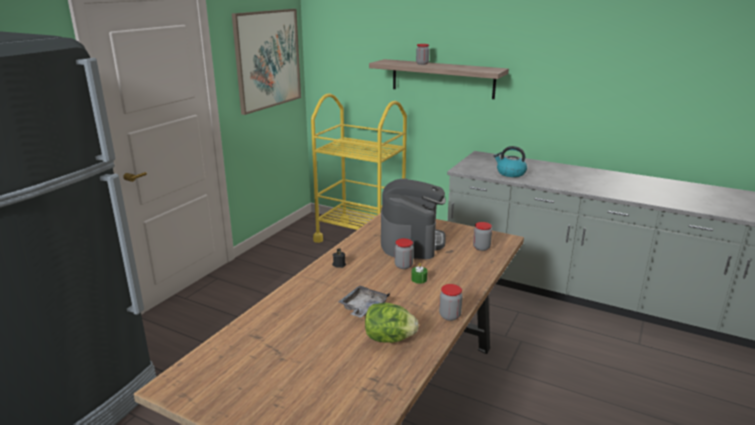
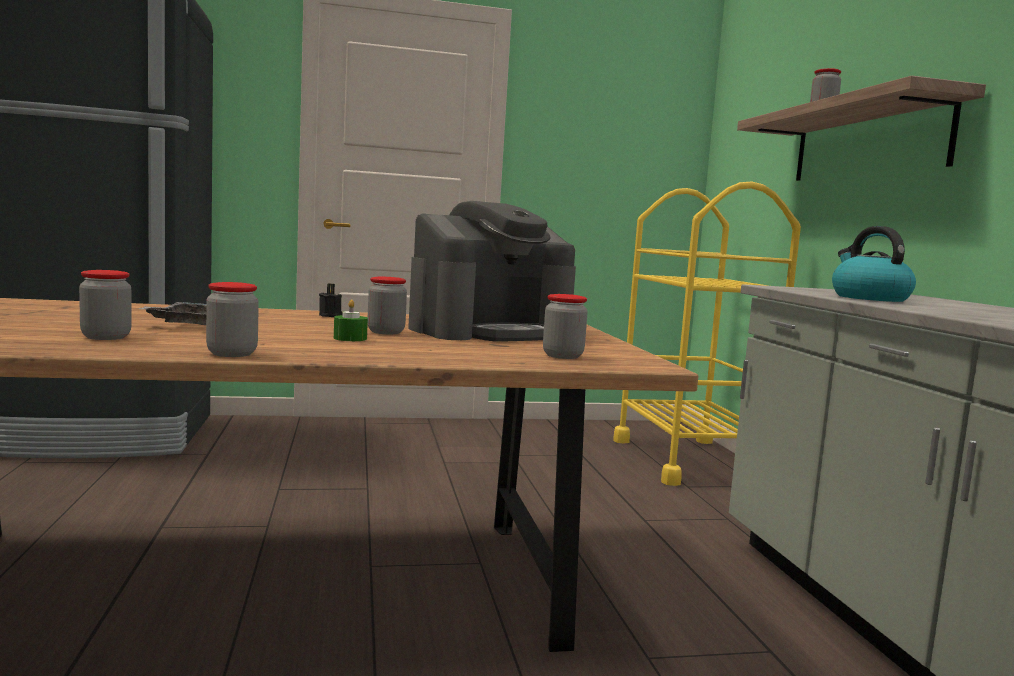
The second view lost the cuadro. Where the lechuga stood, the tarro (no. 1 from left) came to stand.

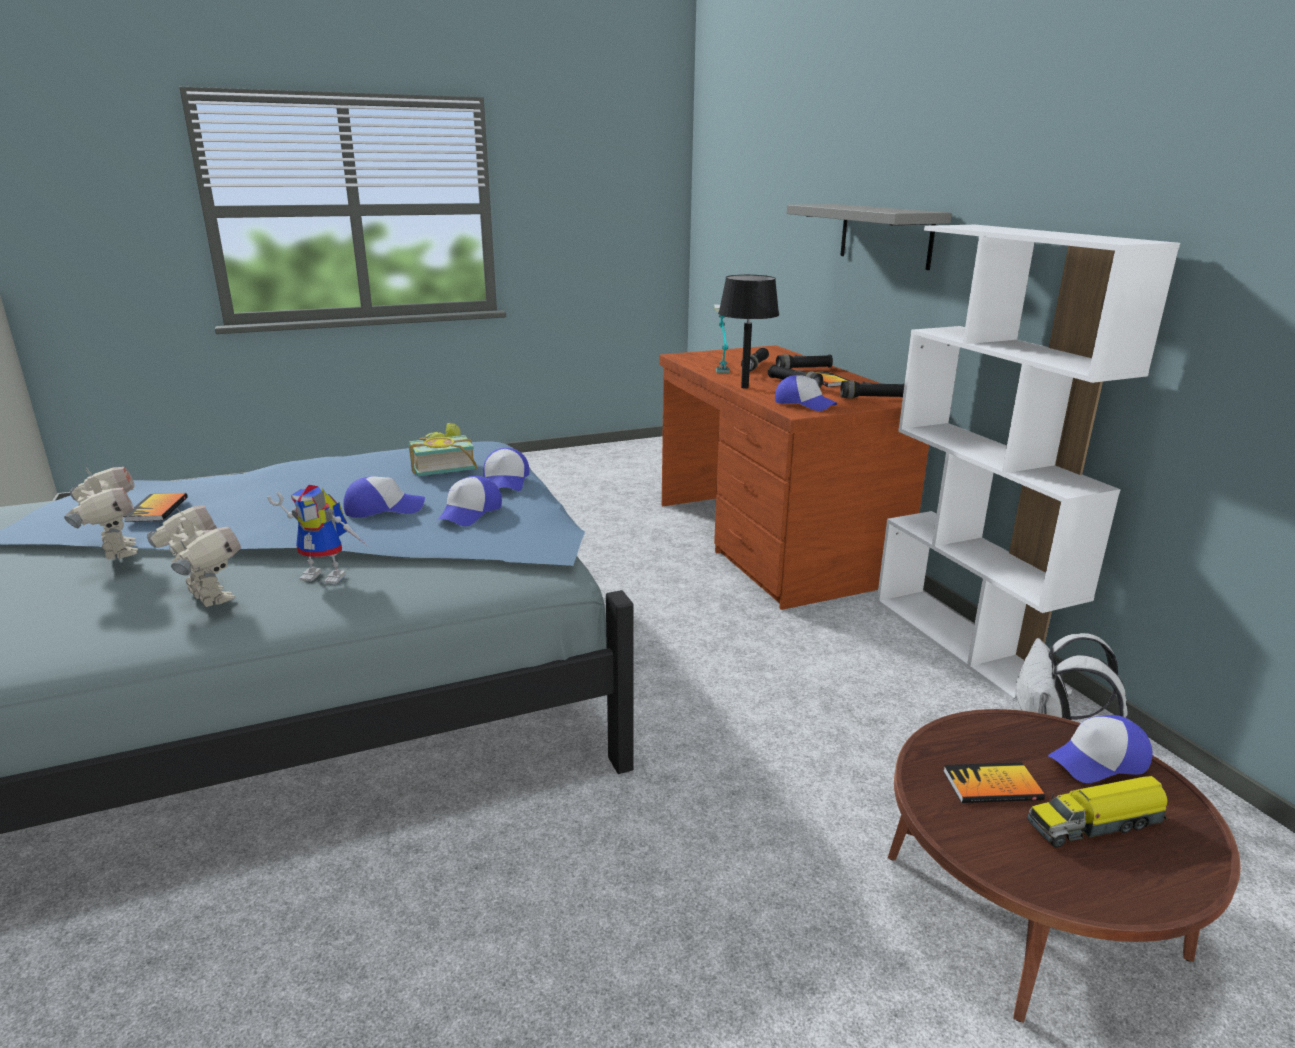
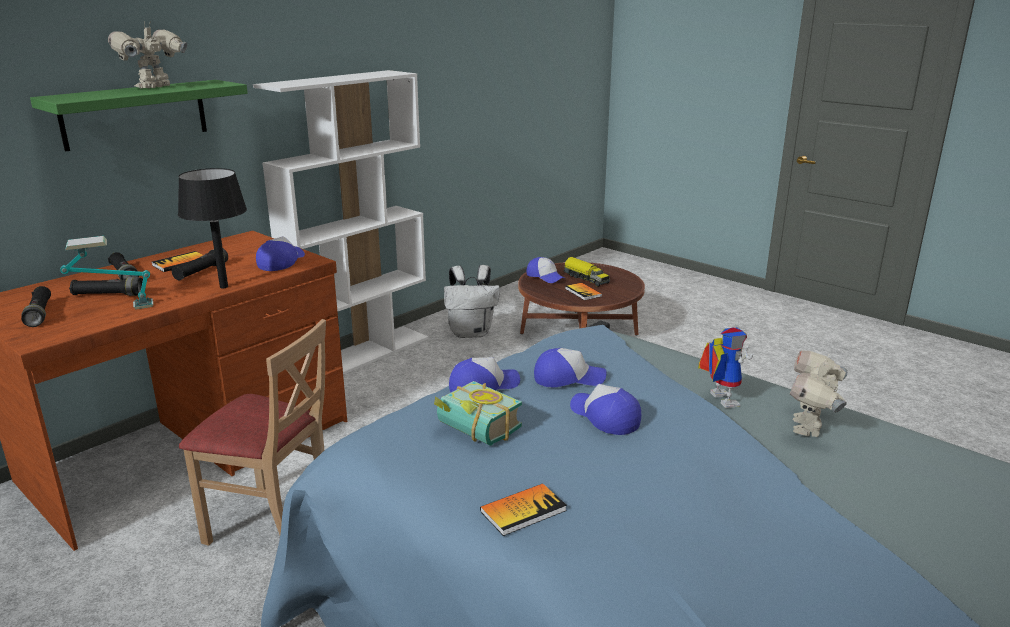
The second view gained the silla (beis). The robot de juguete (no. 1 from left) ended up elsewhere. The libro (no. 1 from left in the first image) ended up elsewhere. The linterna (negro) (no. 4 from left in the first image) ended up elsewhere. What was the estante (gris) turned into the estante (verde).

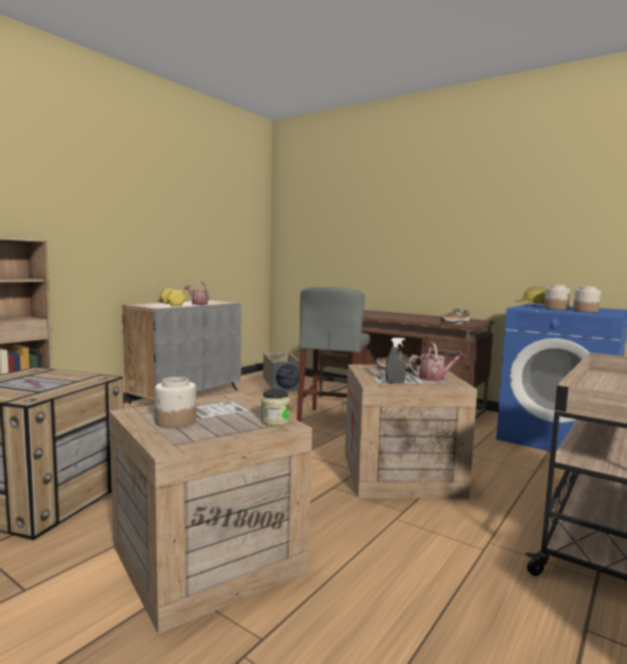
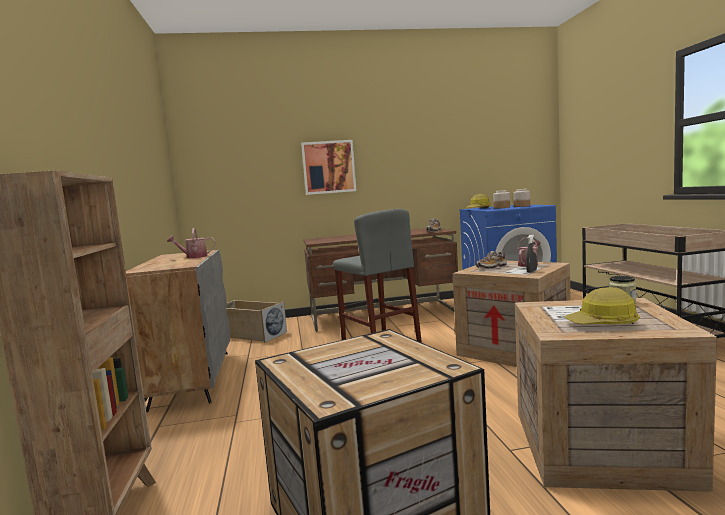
The second view lost the mancuerna (amarillo). The second view gained the cuadro. Where the tarro (no. 1 from left) stood, the casco (no. 2 from left) came to stand.

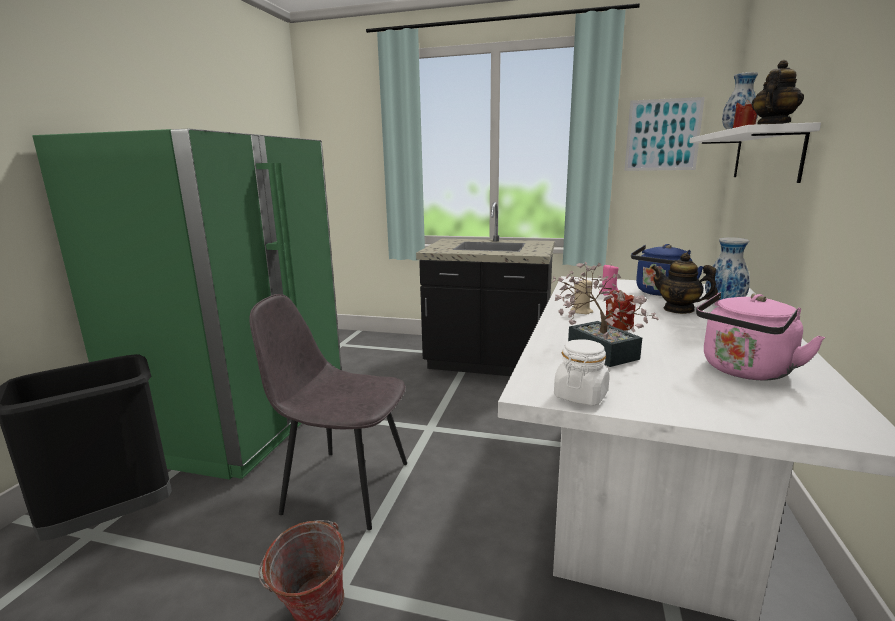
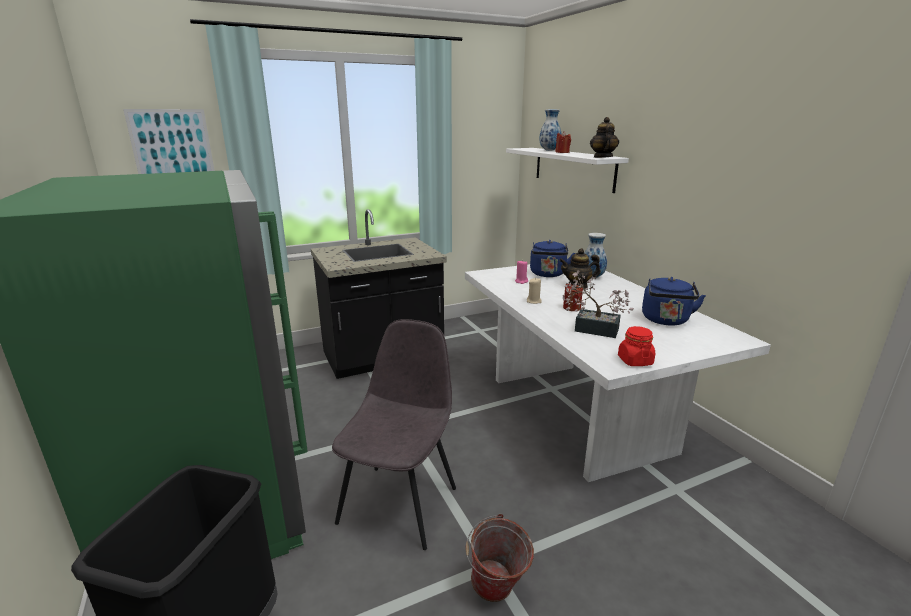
The cuadro ended up elsewhere. What was the tarro (blanco) turned into the tarro (rojo). What was the hervidor (rosa) turned into the hervidor (azul) (no. 2 from left). The silla (gris) ended up facing another way, 135 degrees clockwise from before.

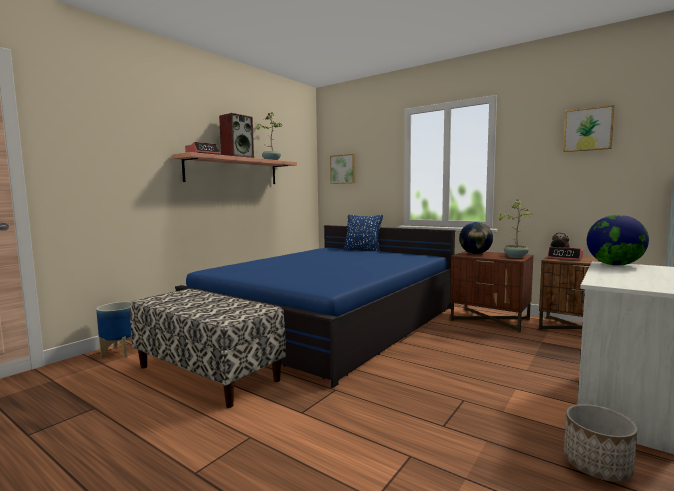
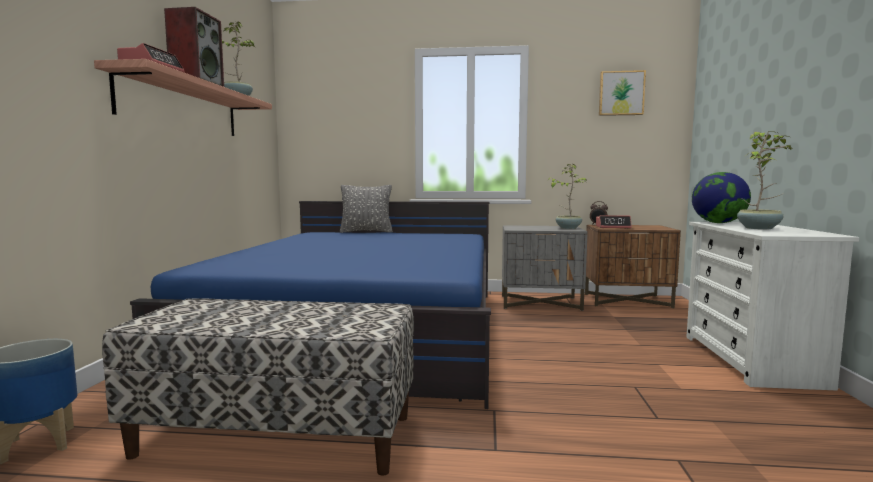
The second view lost the cuadro (no. 1 from left). The second view lost the globo terráqueo (no. 1 from left). The second view lost the maceta (no. 2 from left). The second view gained the planta en maceta (no. 3 from left). What was the cojín (azul) turned into the cojín (gris). What was the mesita de noche (marrón) (no. 1 from left) turned into the mesita de noche (gris).

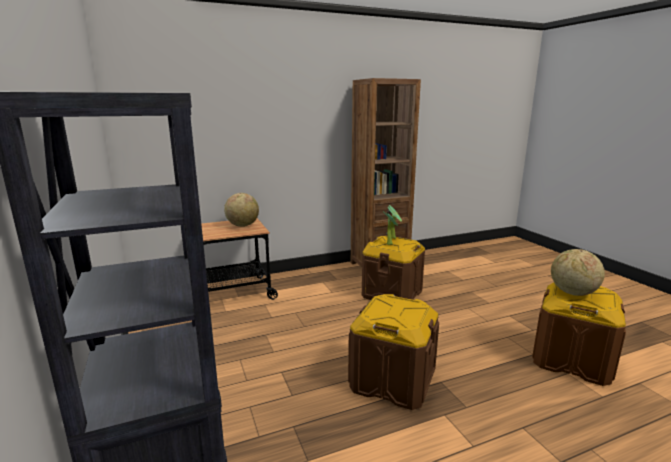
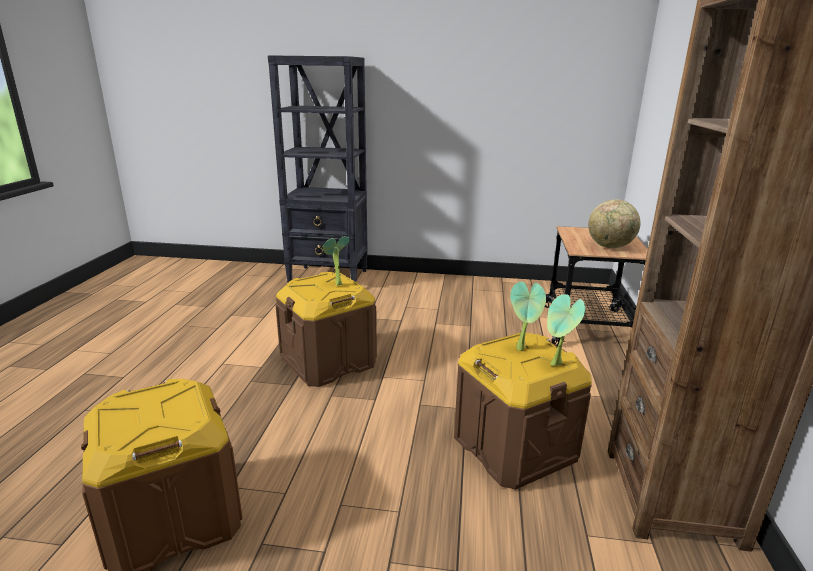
The second view lost the globo terráqueo (no. 2 from left). The second view gained the planta en maceta (no. 1 from left).

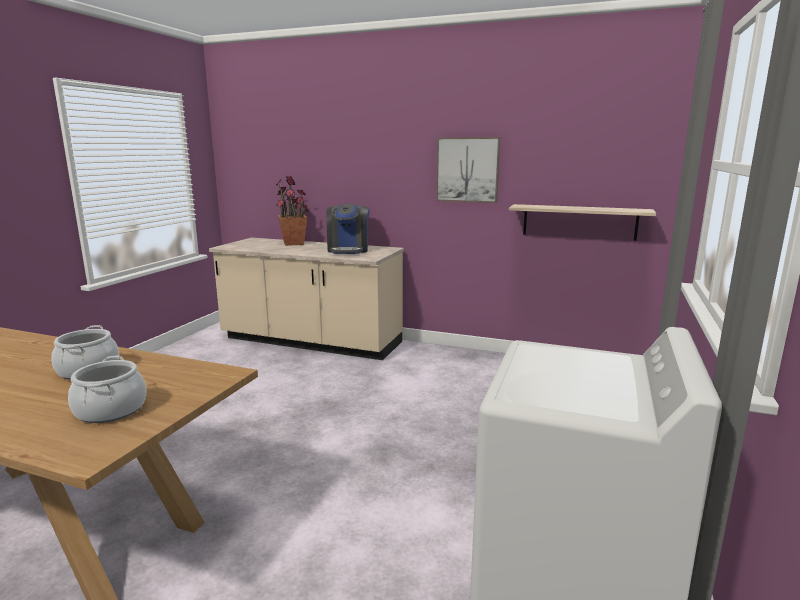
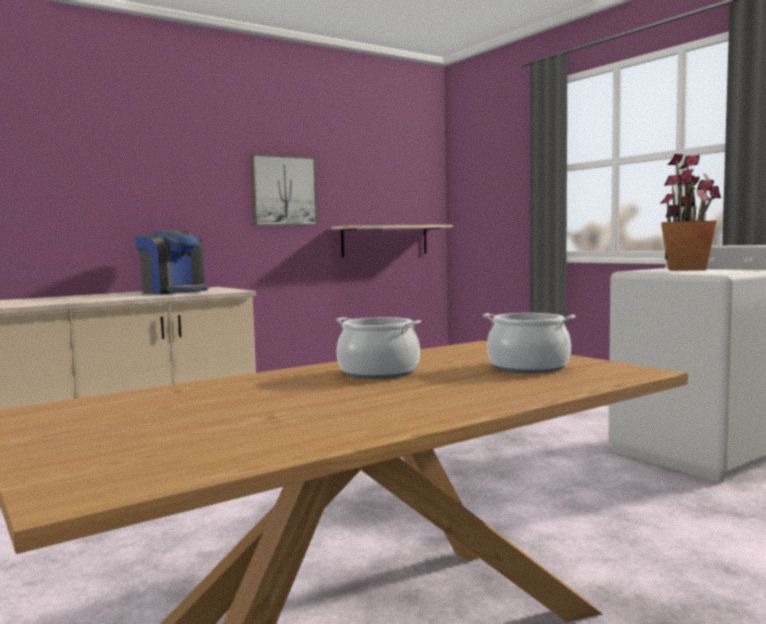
The planta en maceta ended up elsewhere.

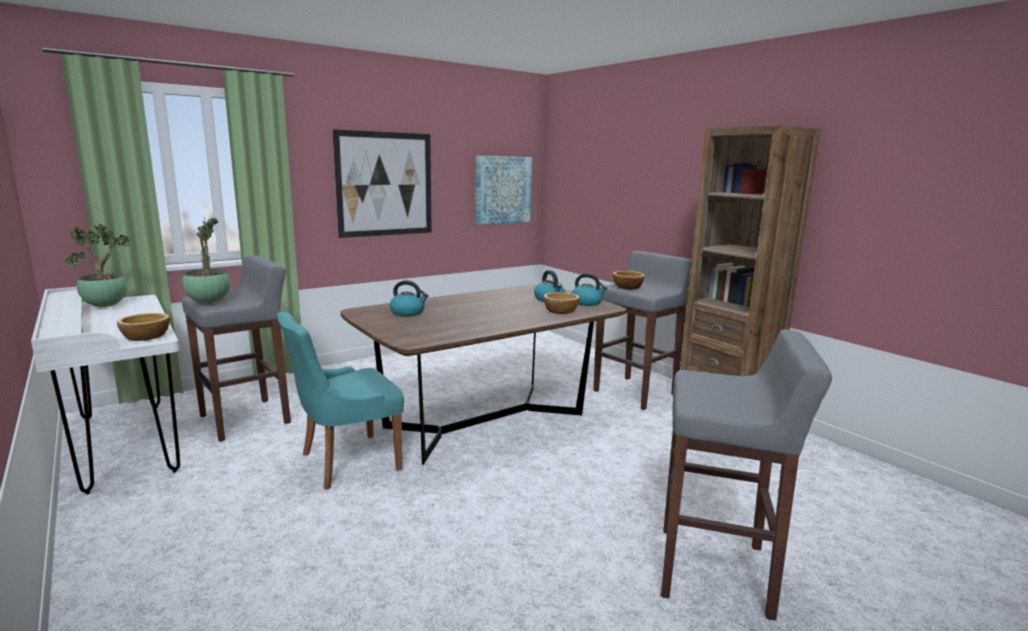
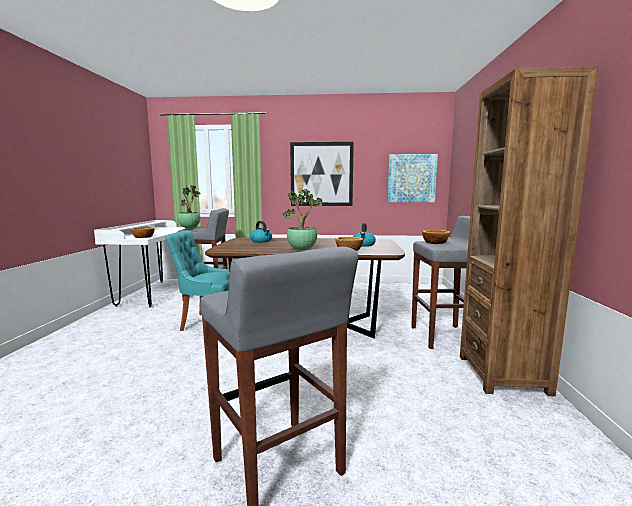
The second view lost the hervidor (no. 3 from left). The planta en maceta (no. 1 from left in the first image) ended up elsewhere.

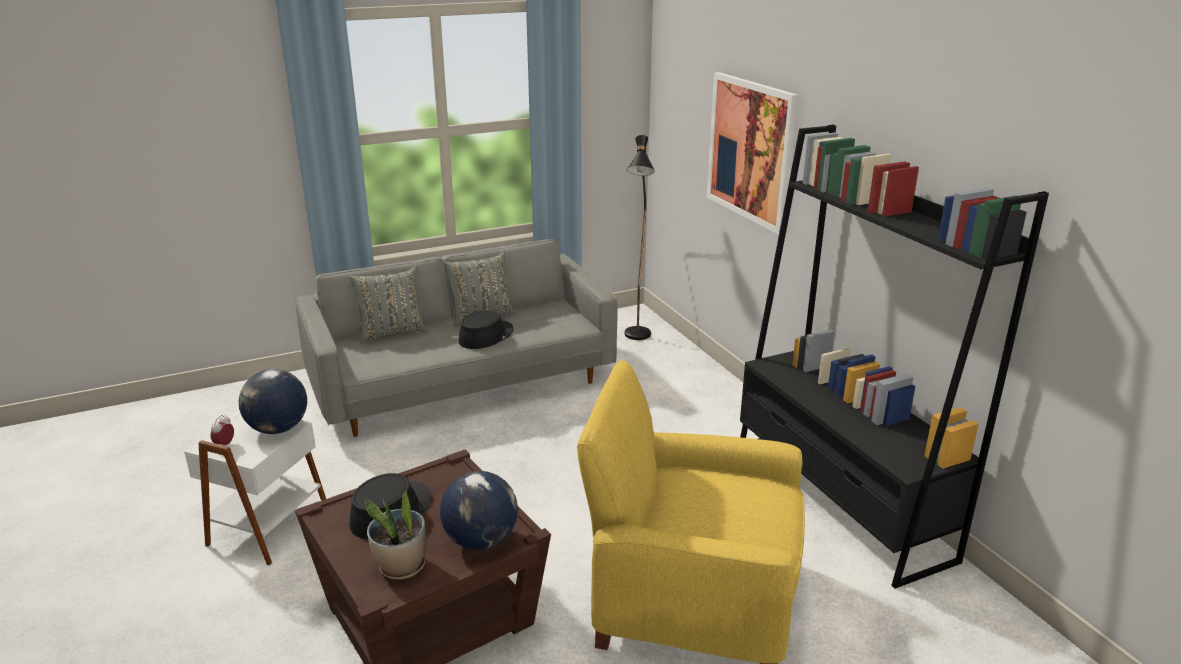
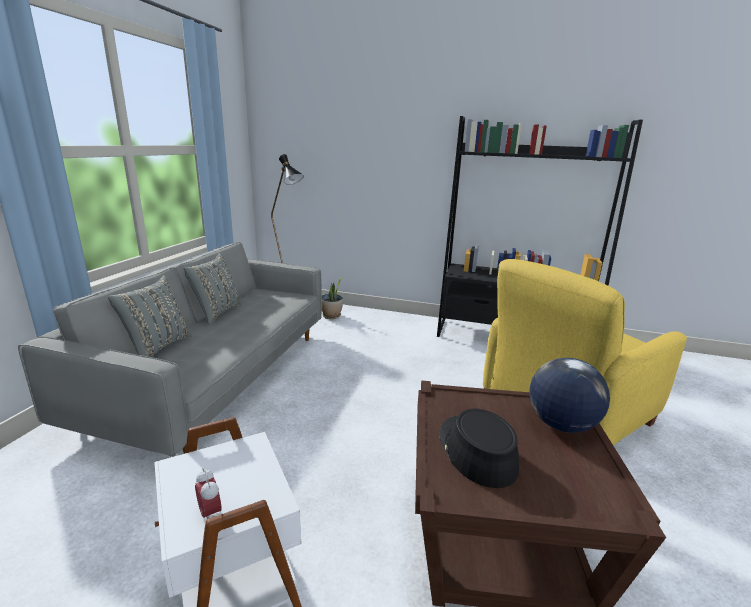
The second view lost the globo terráqueo (no. 1 from left). The second view lost the sombrero (negro) (no. 2 from left). The second view lost the cuadro. The planta en maceta ended up elsewhere.

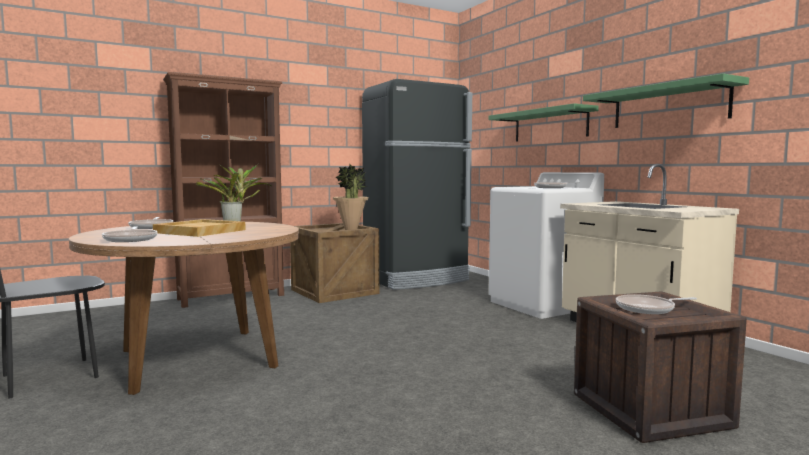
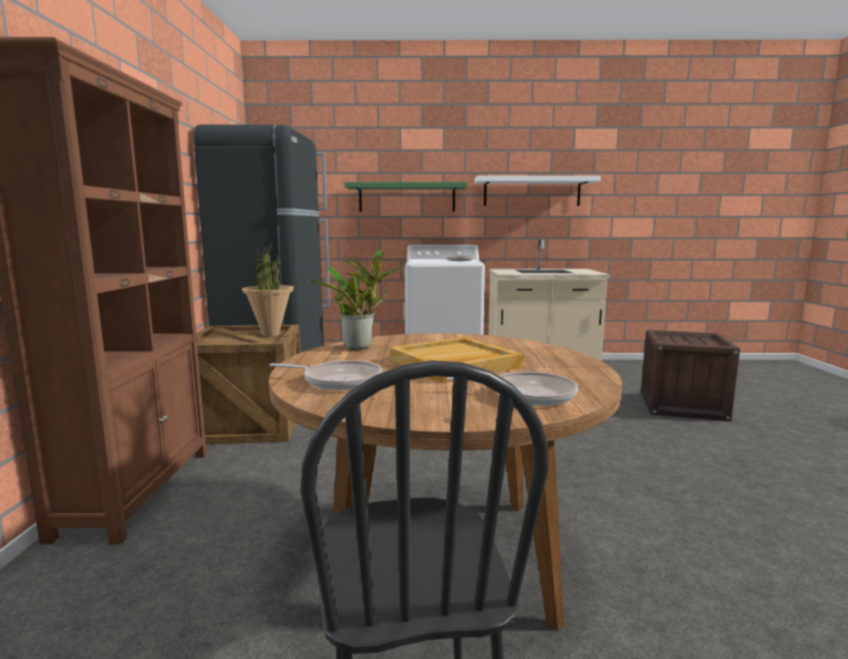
The second view lost the sartén (no. 4 from left). What was the estante (verde) (no. 2 from left) turned into the estante (blanco).

